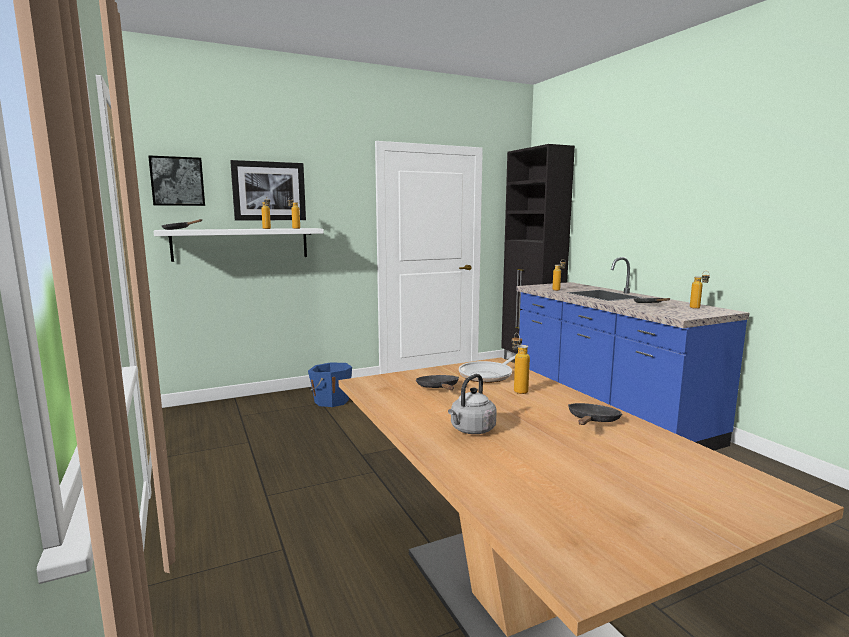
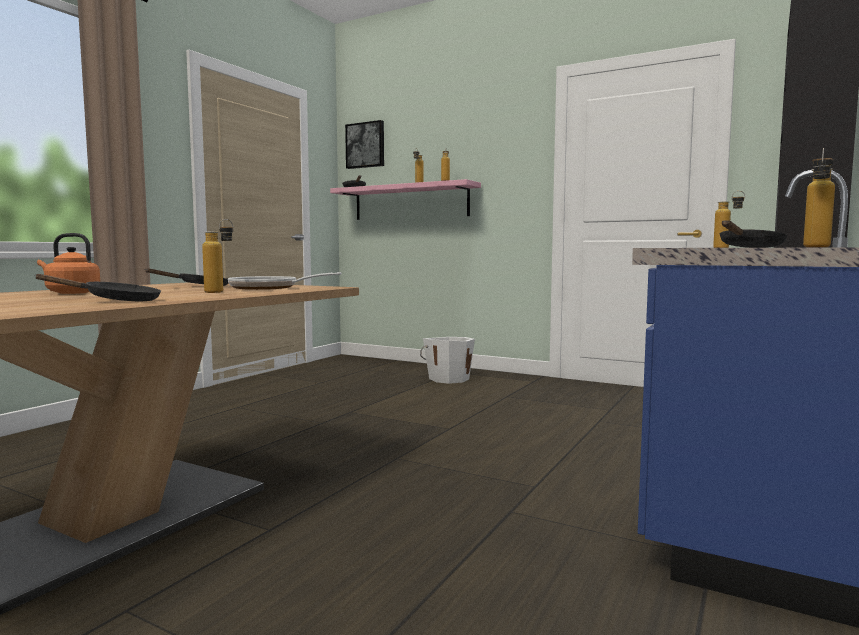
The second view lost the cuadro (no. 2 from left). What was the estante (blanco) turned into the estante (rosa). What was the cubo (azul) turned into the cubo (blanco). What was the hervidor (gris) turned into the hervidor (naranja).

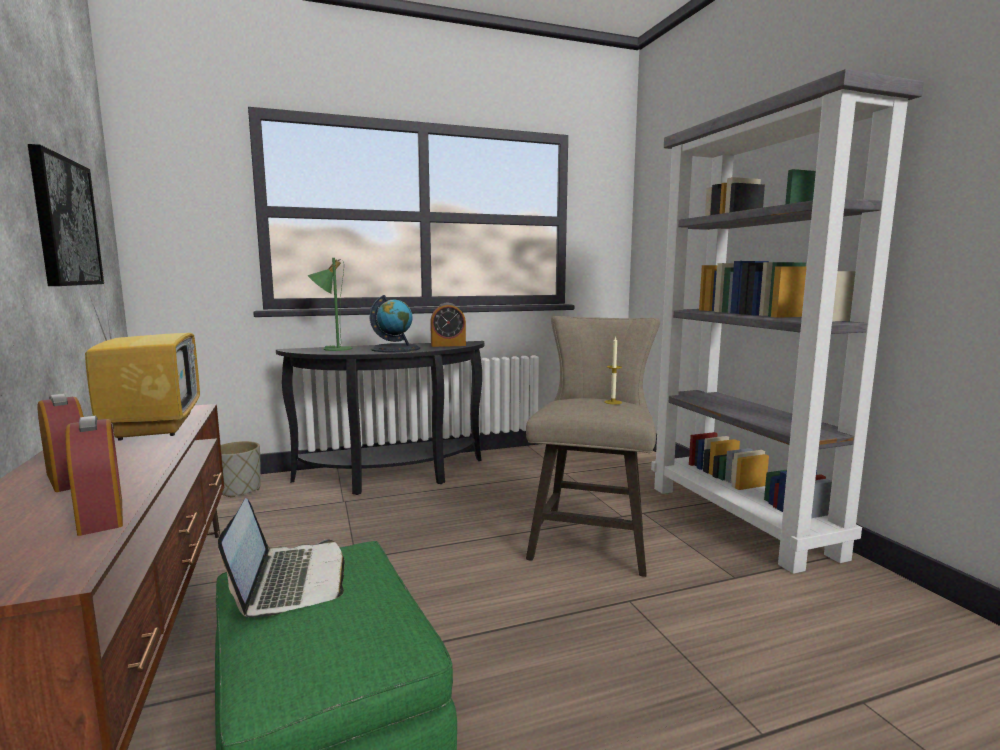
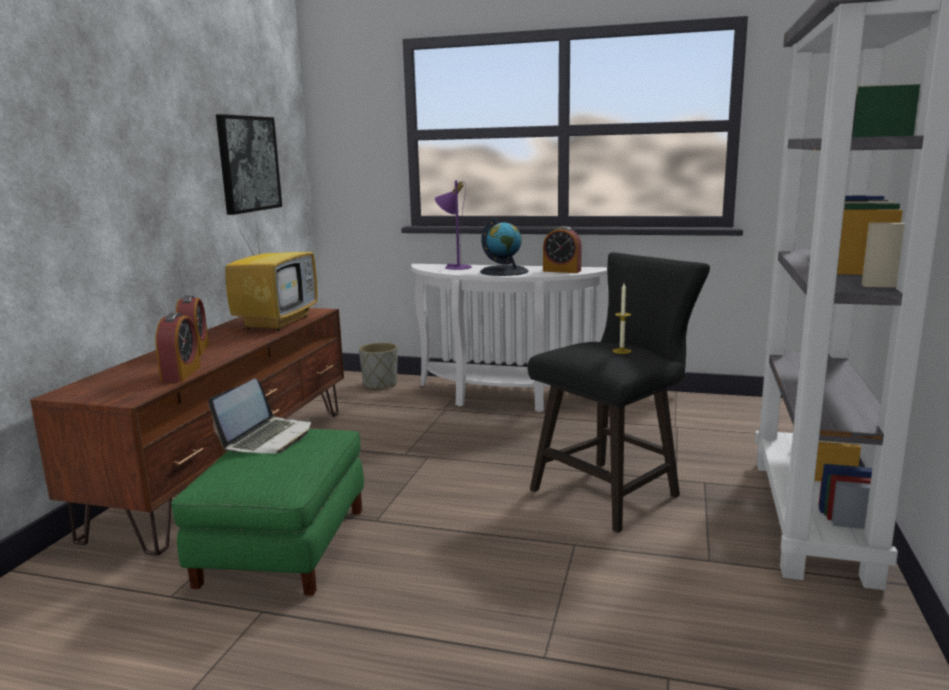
What was the mesa consola (negro) turned into the mesa consola (blanco). What was the lámpara de mesa (verde) turned into the lámpara de mesa (morado). What was the taburete (beis) turned into the taburete (negro).

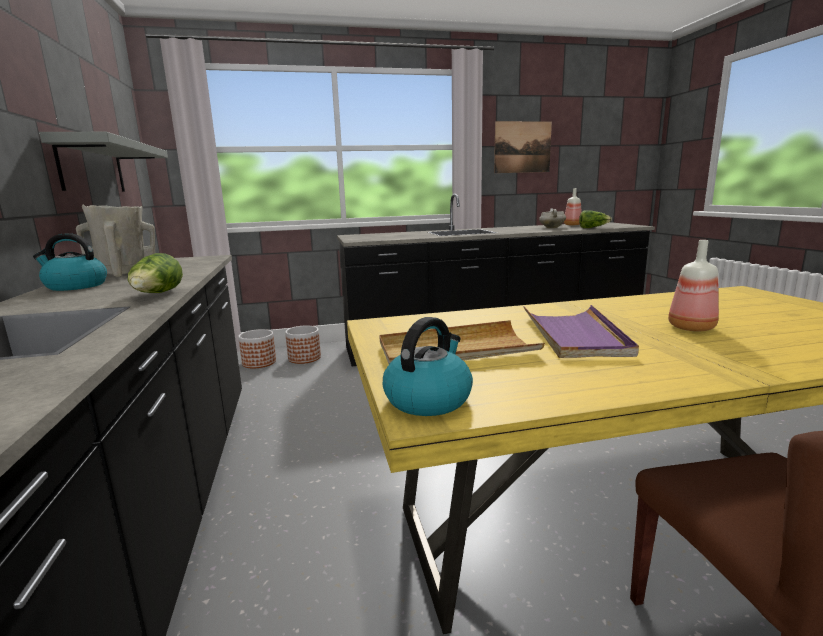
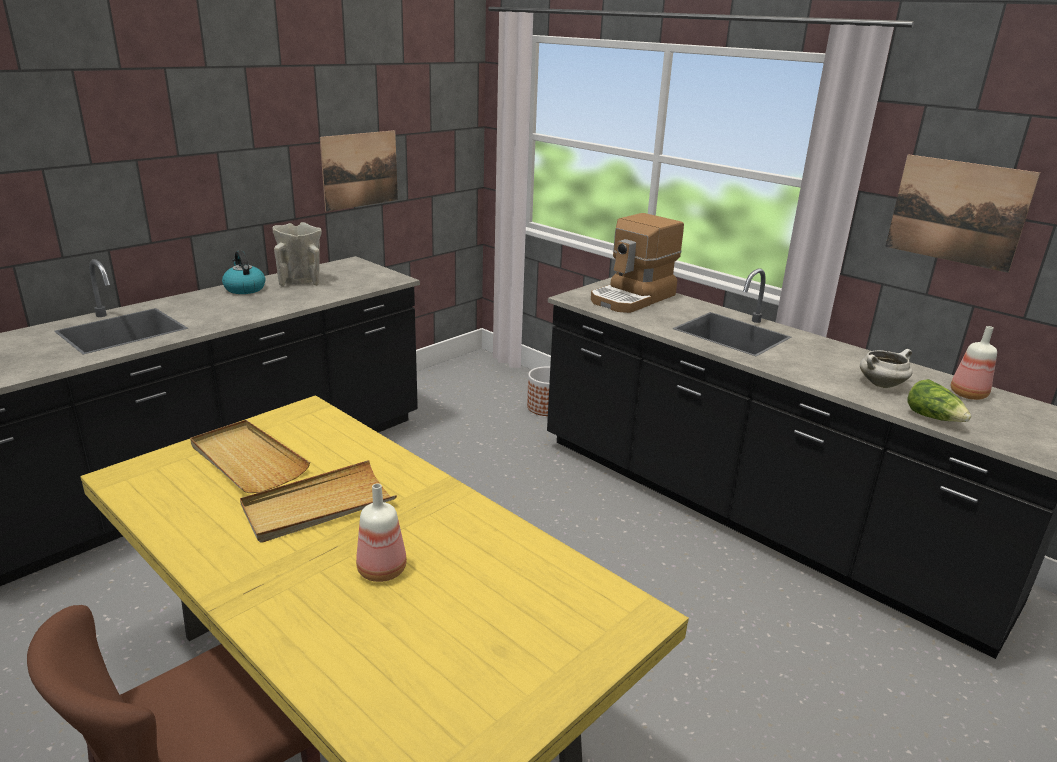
The second view lost the lechuga (no. 1 from left). The second view lost the maceta (no. 1 from left). The second view lost the hervidor (no. 2 from left). The second view gained the cafetera. Where the estante (gris) hung, the cuadro (no. 1 from left) came to hang. What was the bandeja (morado) turned into the bandeja (beis) (no. 2 from left).

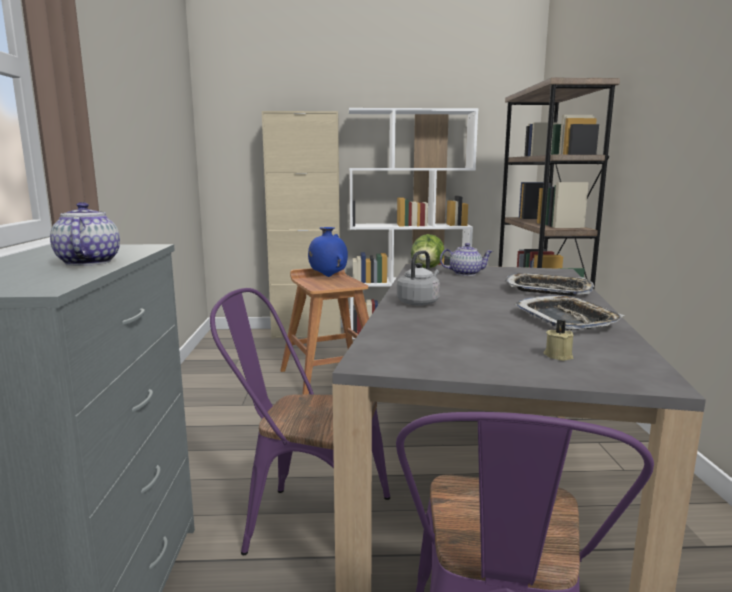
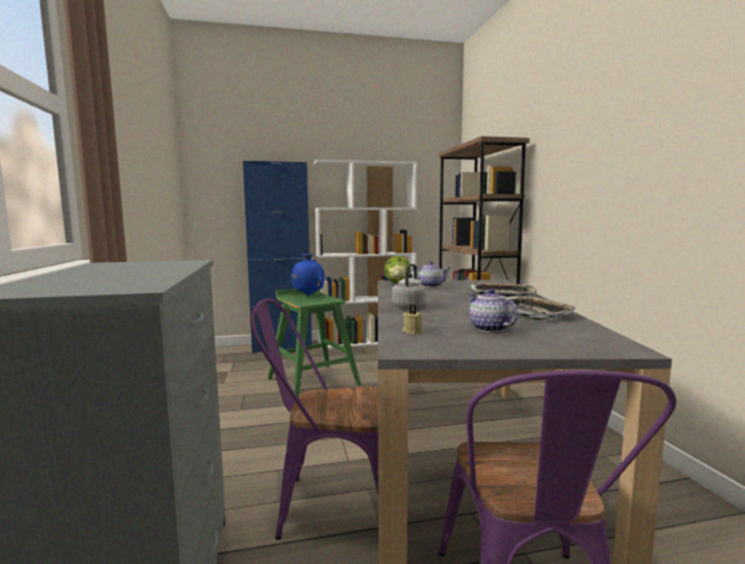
The tetera (no. 1 from left in the first image) ended up elsewhere. The vela (beis) ended up elsewhere. What was the armario (beis) turned into the armario (azul). What was the taburete (marrón) turned into the taburete (verde).

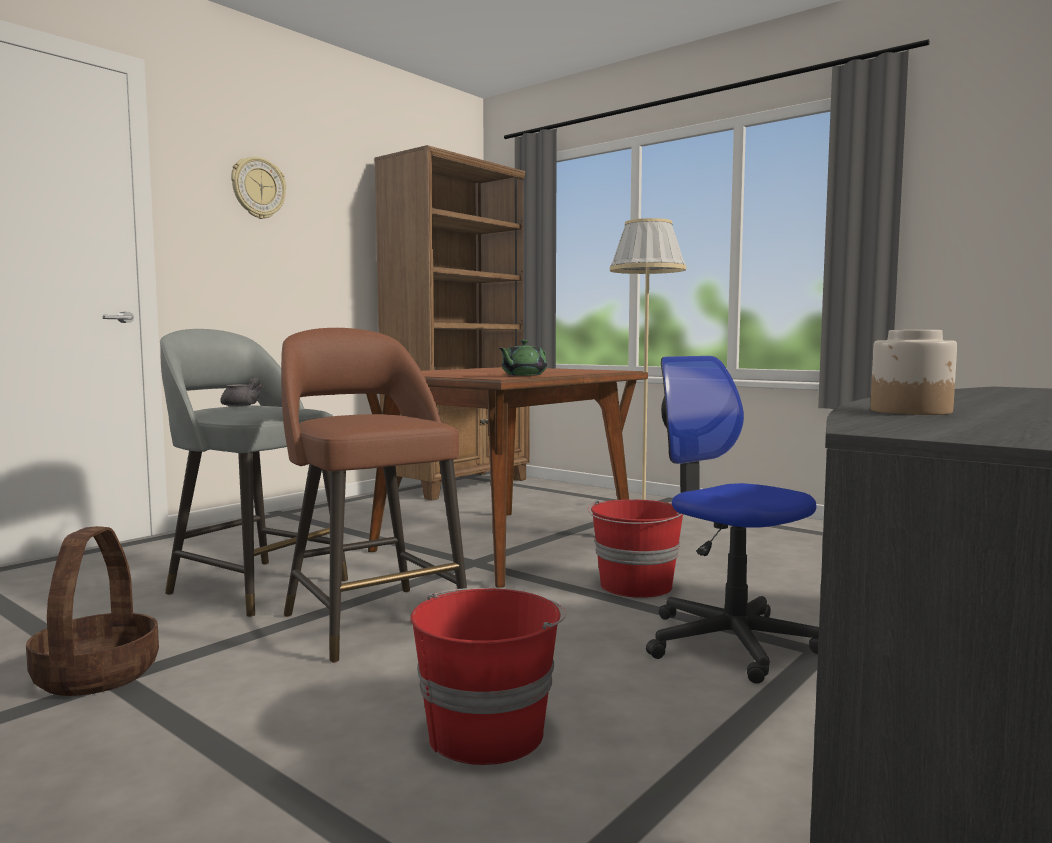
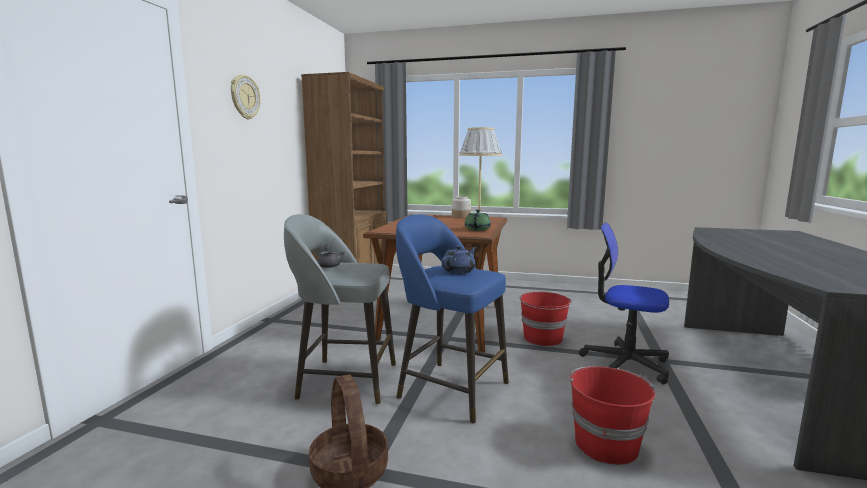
The second view gained the tetera (azul). The tarro ended up elsewhere. What was the taburete (marrón) turned into the taburete (azul).

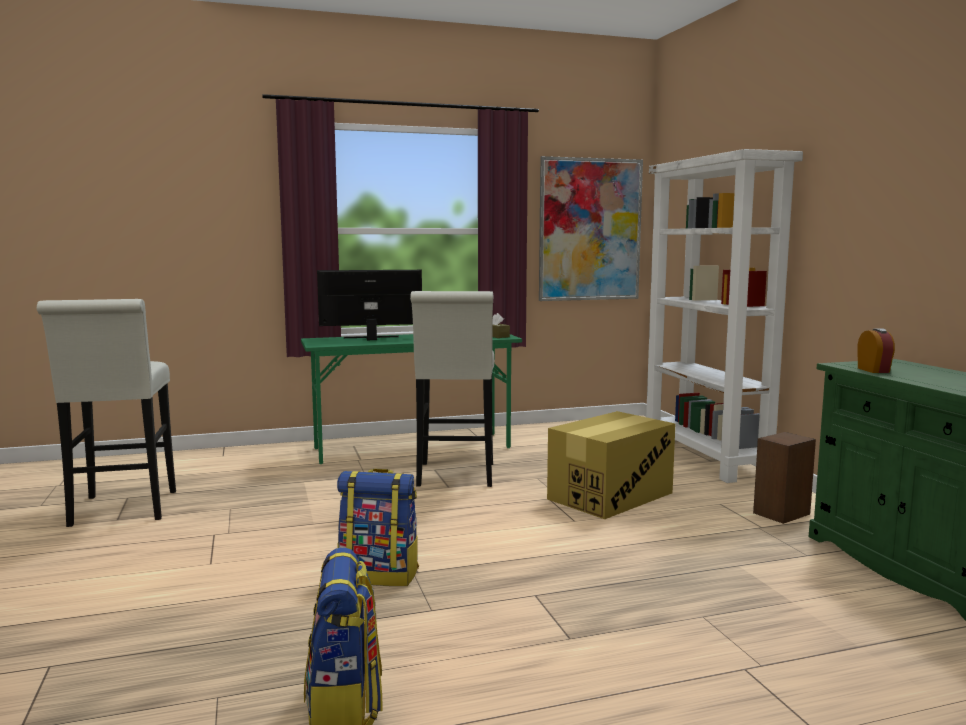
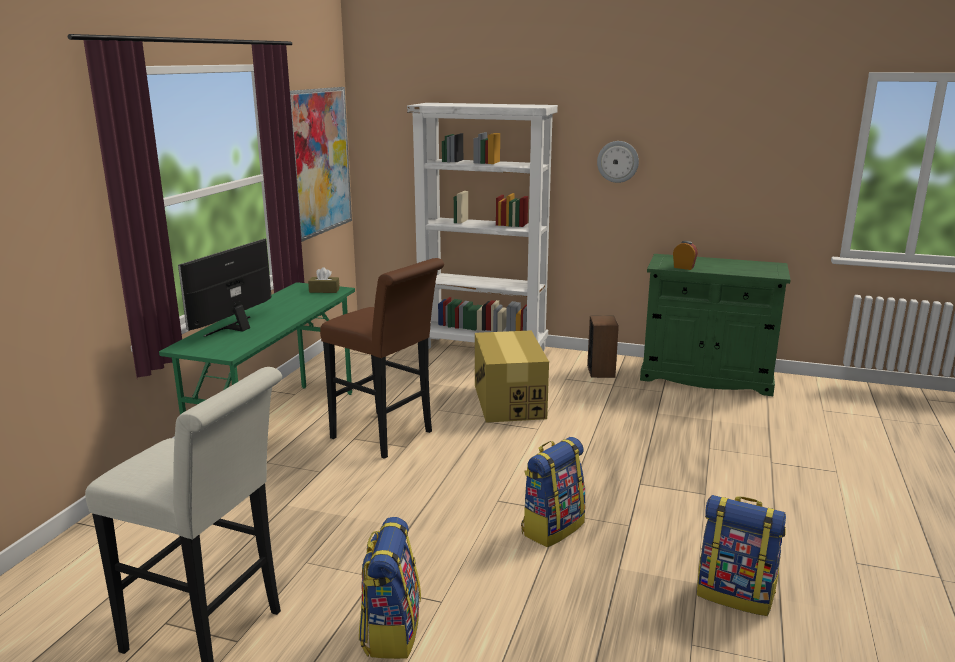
The second view gained the mochila (no. 1 from left). The second view gained the reloj de pared. What was the taburete (blanco) (no. 2 from left) turned into the taburete (marrón).

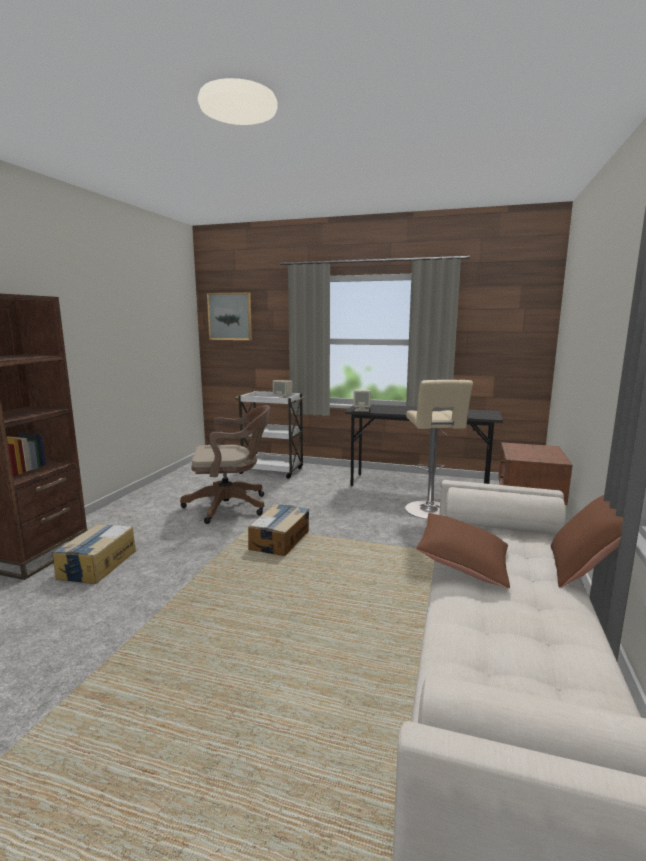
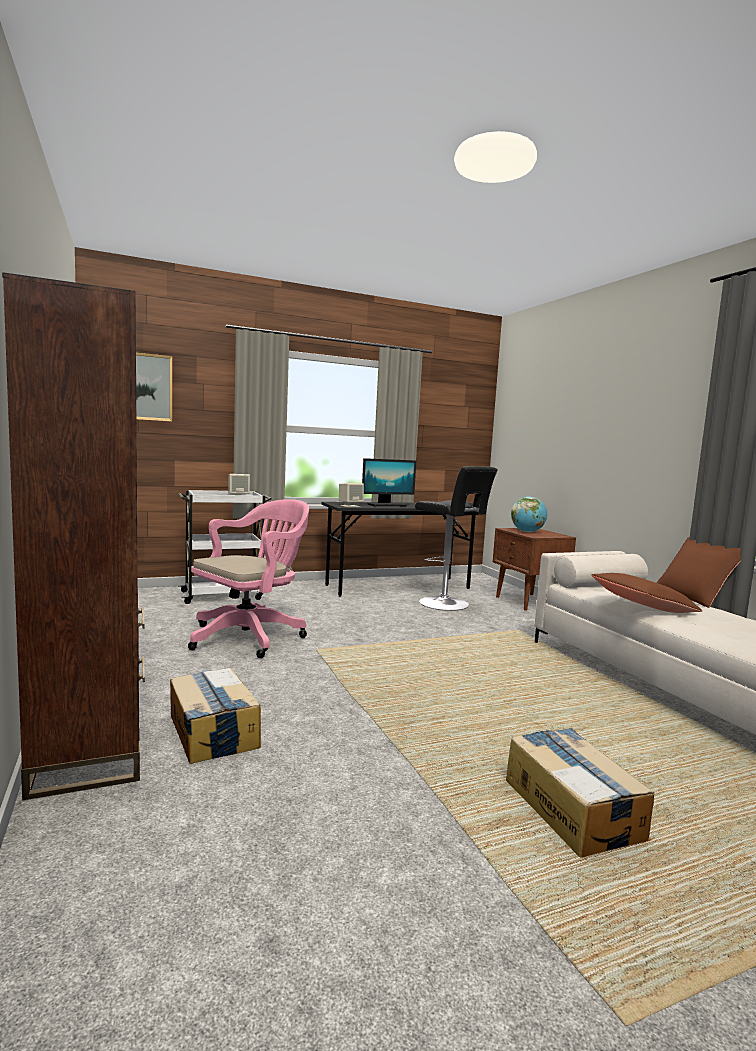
The second view gained the monitor. The second view gained the globo terráqueo. The caja de cartón (no. 2 from left) ended up elsewhere. What was the silla de oficina (marrón) turned into the silla de oficina (rosa). What was the taburete (beis) turned into the taburete (negro).

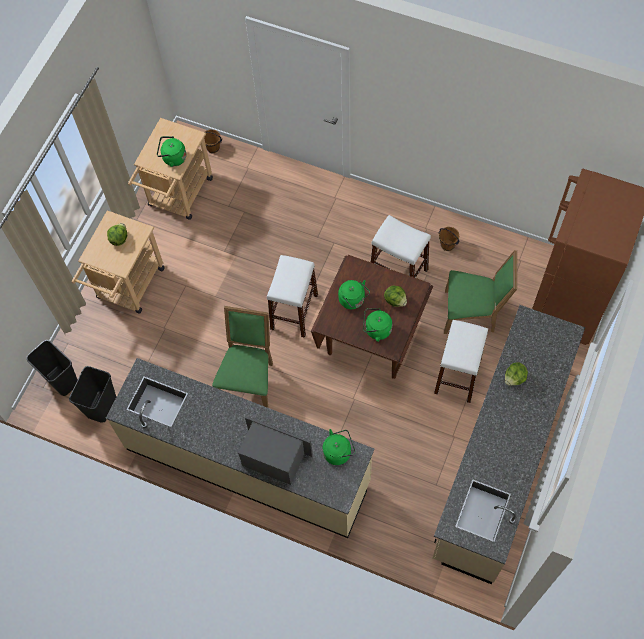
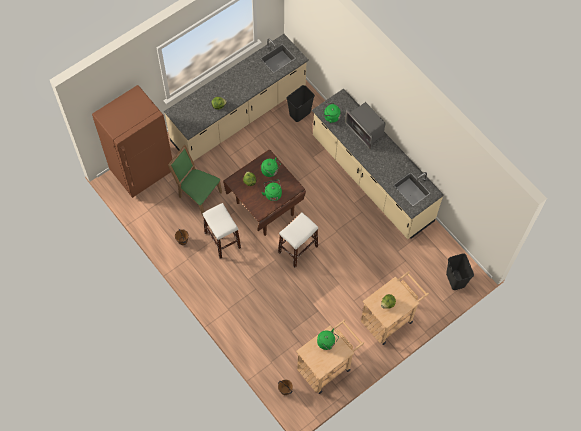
The second view lost the silla (verde) (no. 1 from left). The second view lost the taburete (blanco) (no. 3 from left). The papelera (negro) (no. 2 from left in the first image) ended up elsewhere.

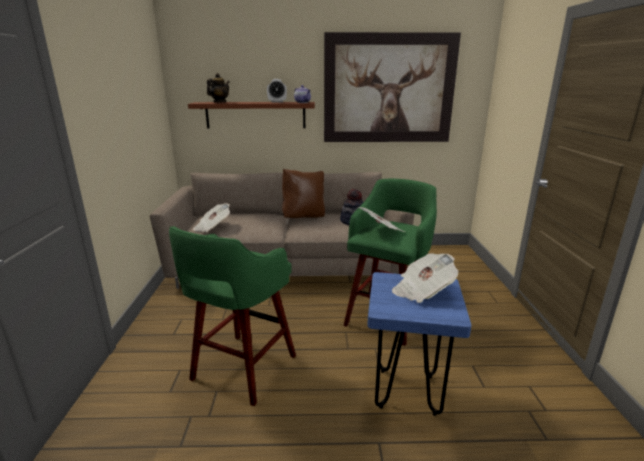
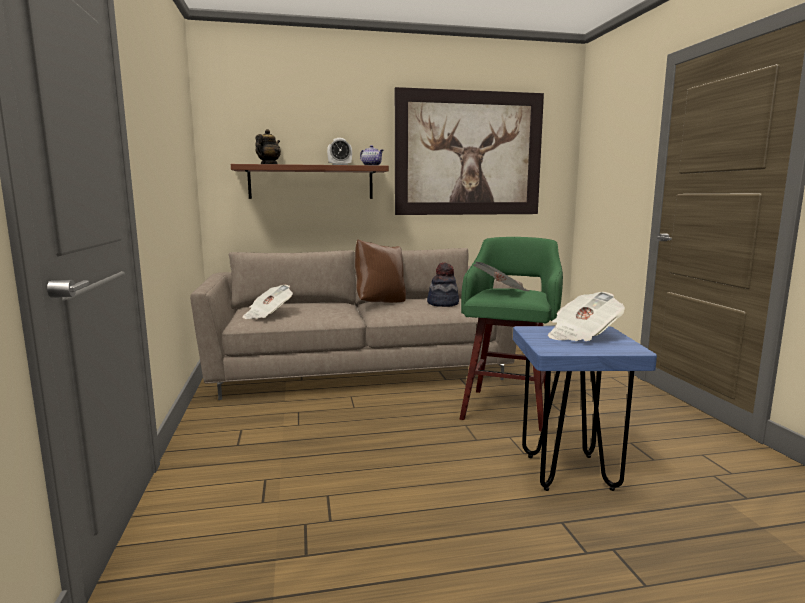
The second view lost the taburete (verde) (no. 1 from left).

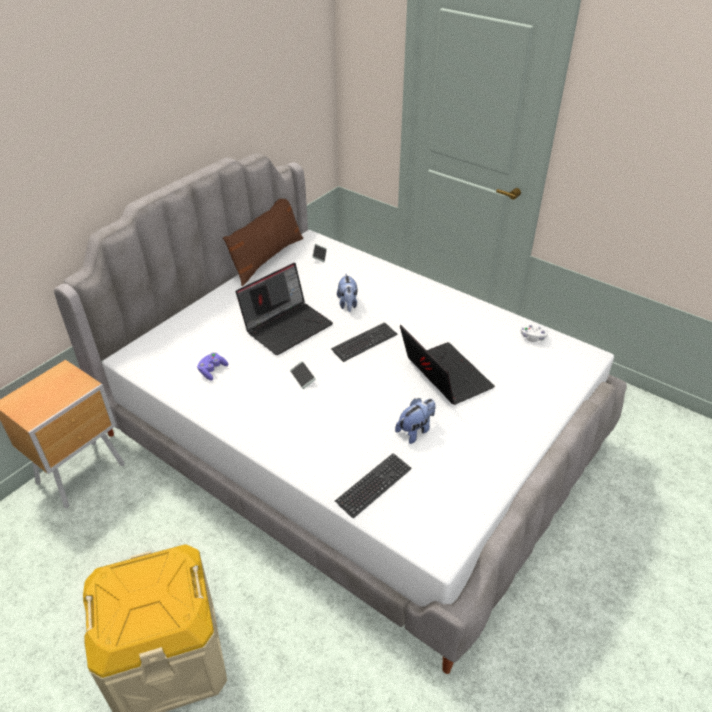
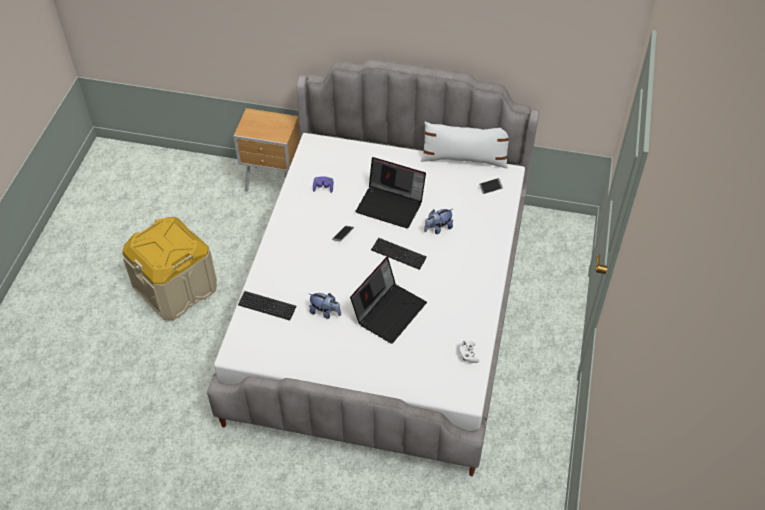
What was the cojín (marrón) turned into the cojín (blanco).

